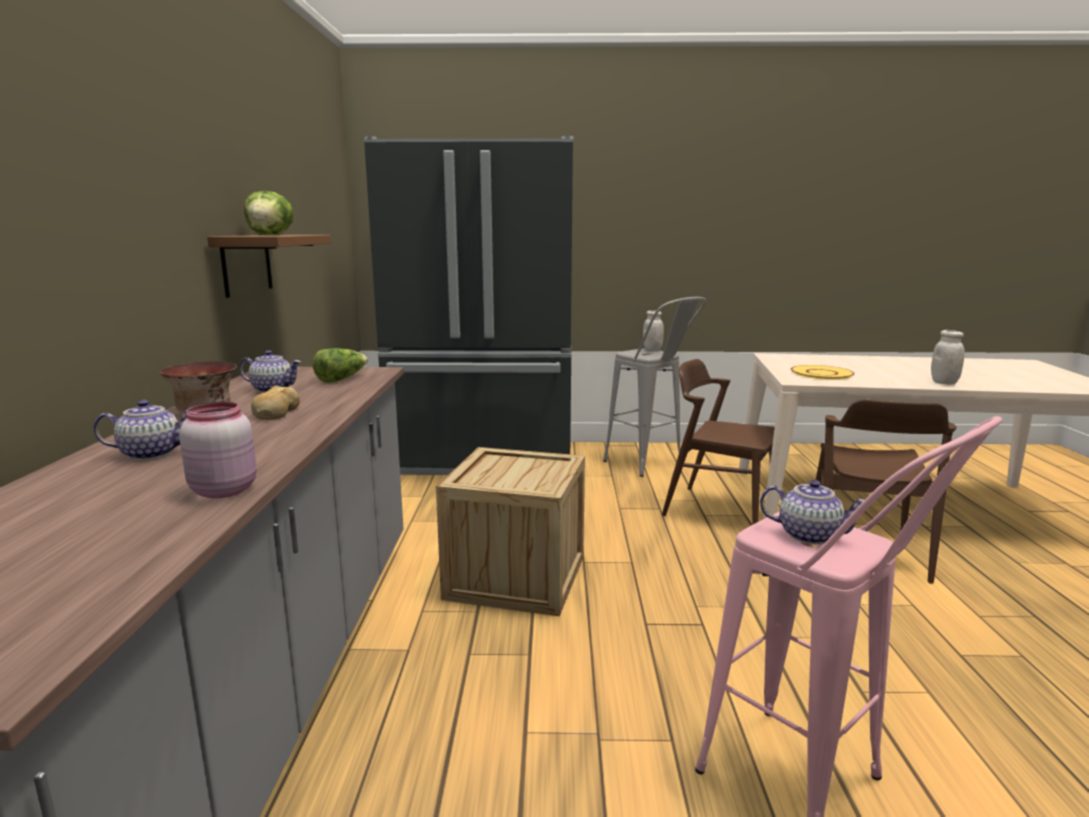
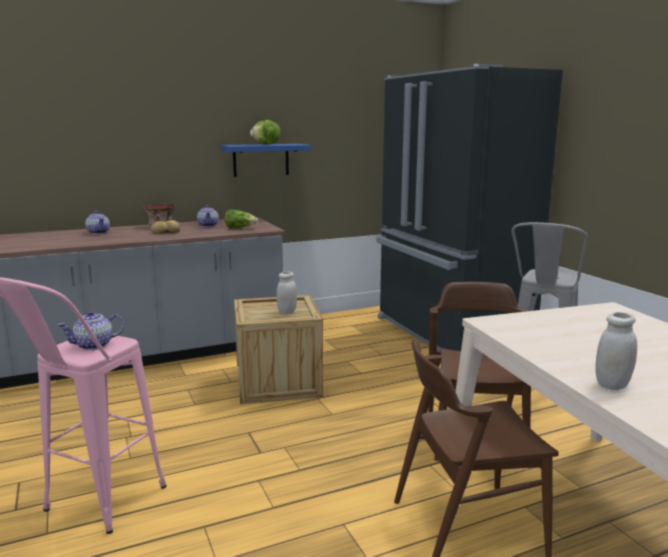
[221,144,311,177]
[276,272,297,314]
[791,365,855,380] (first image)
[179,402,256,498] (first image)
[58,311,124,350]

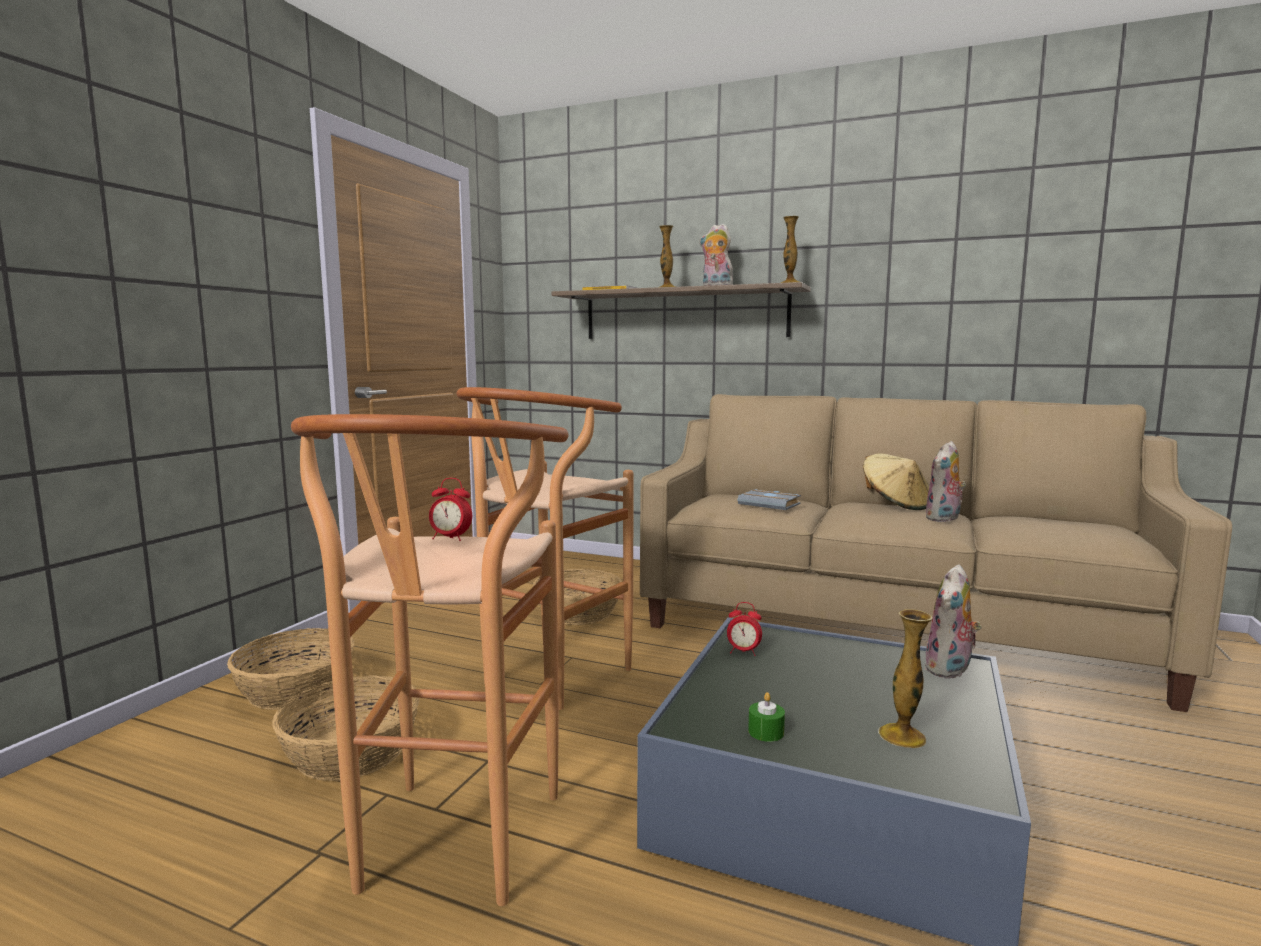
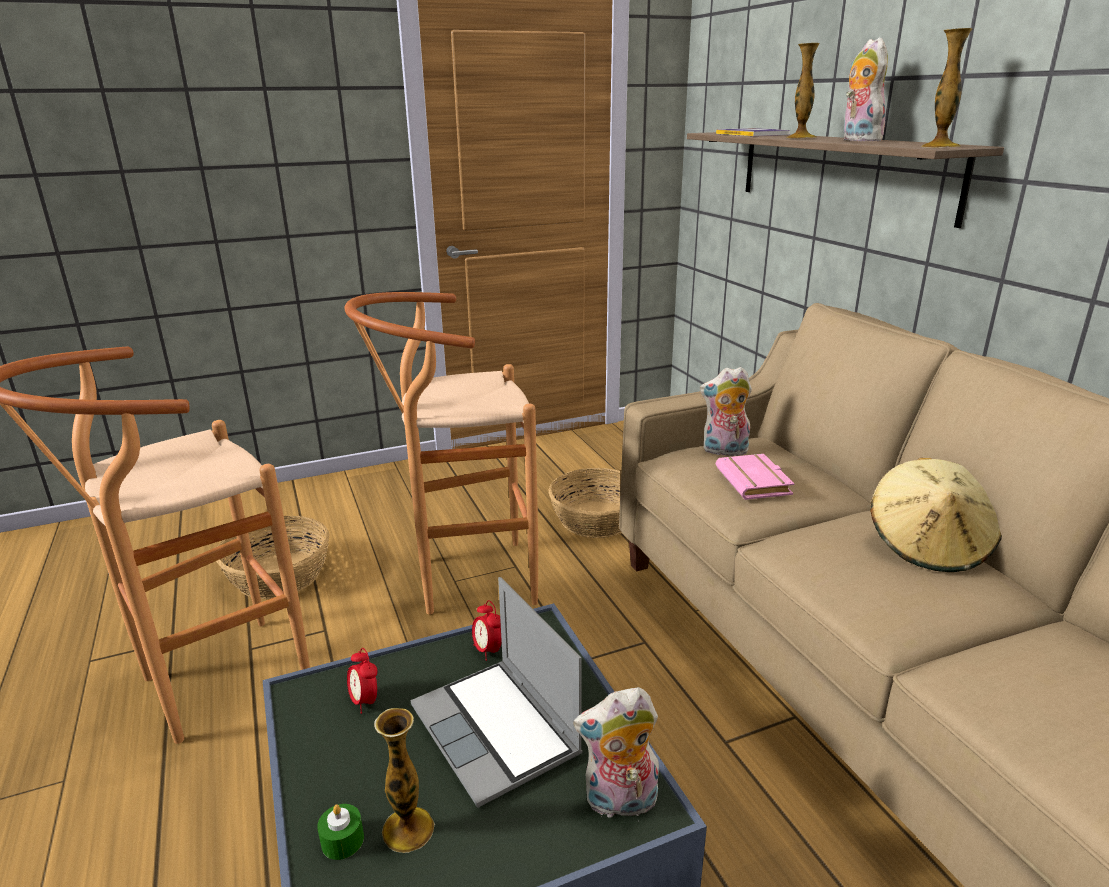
[700,367,752,456]
[347,648,378,714]
[716,454,794,500]
[227,628,355,710] (first image)
[317,804,364,860]
[411,577,582,808]

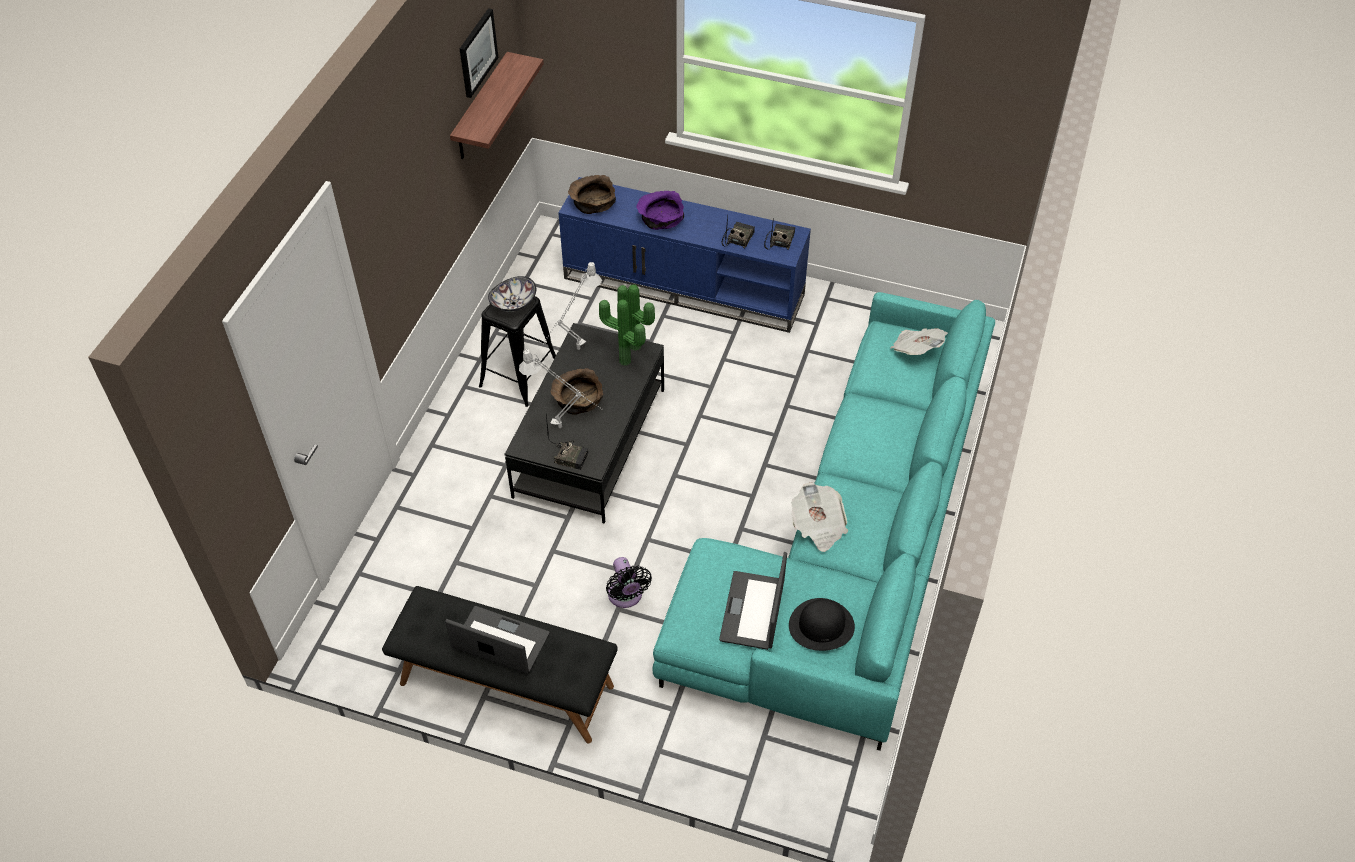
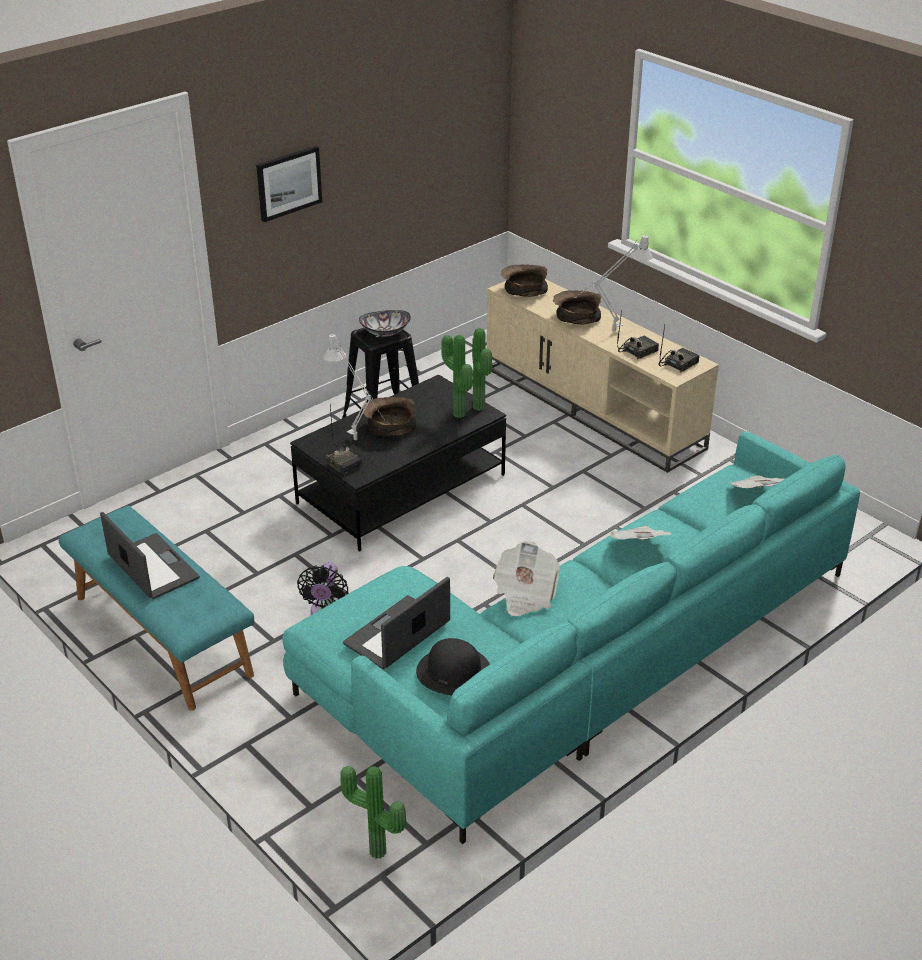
[256,146,322,222]
[450,52,544,159] (first image)
[487,279,719,473]
[553,290,601,324]
[575,235,653,331]
[58,506,254,711]
[610,526,671,540]
[340,766,406,859]

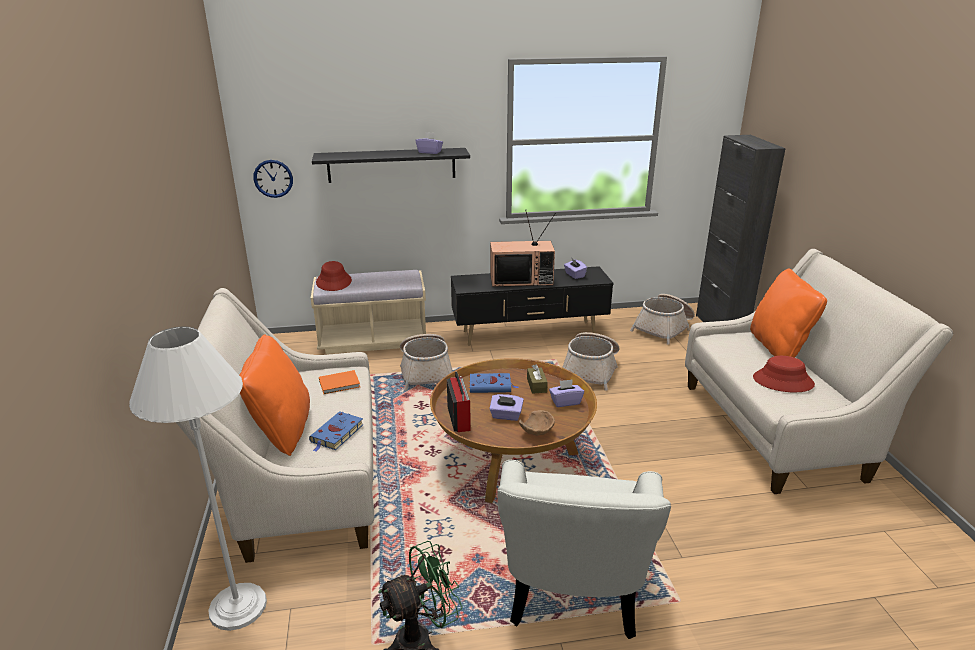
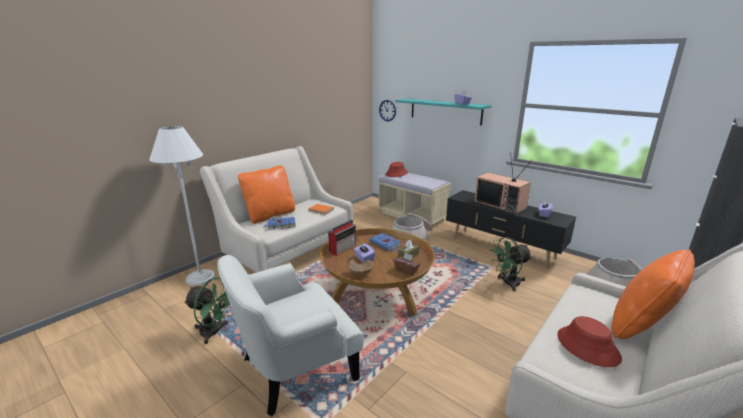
[395,99,491,125]
[490,237,532,291]
[394,253,420,275]

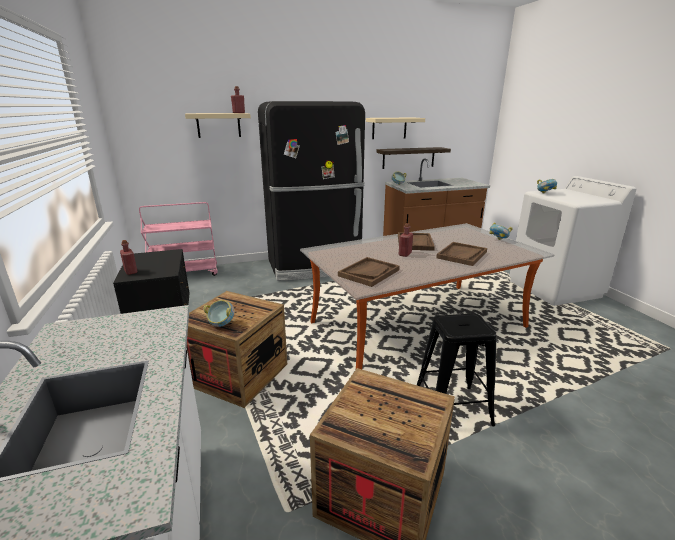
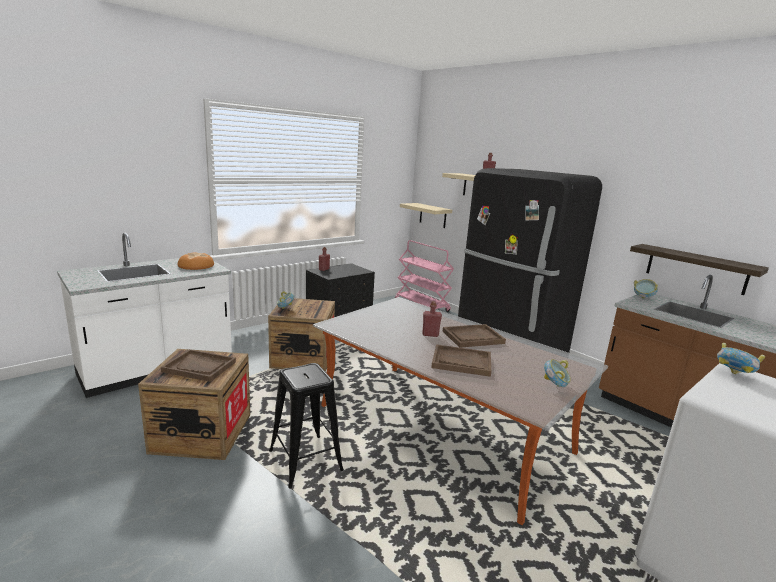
[400,203,452,228]
[161,349,236,382]
[177,253,214,270]

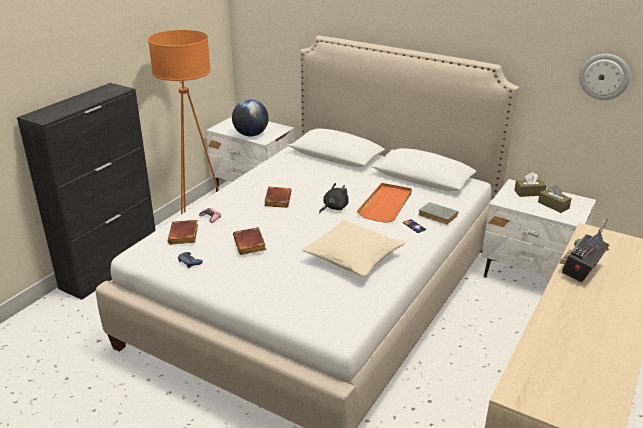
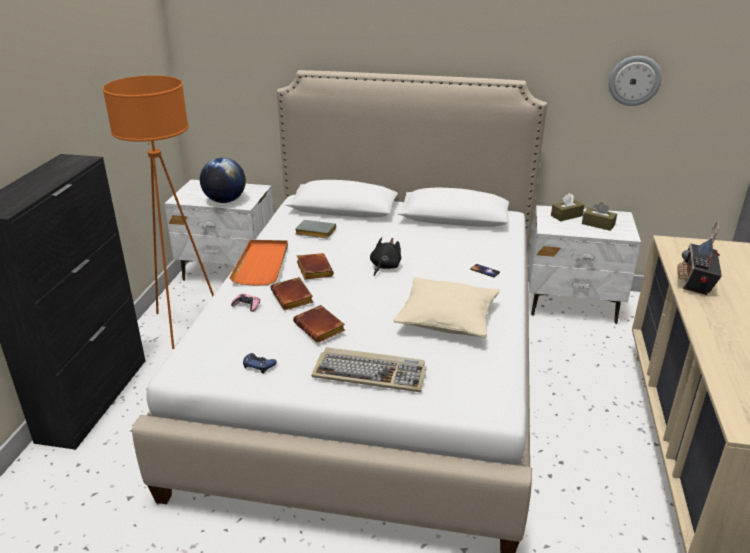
[229,240,288,285]
[295,220,336,239]
[270,277,313,310]
[311,347,426,392]

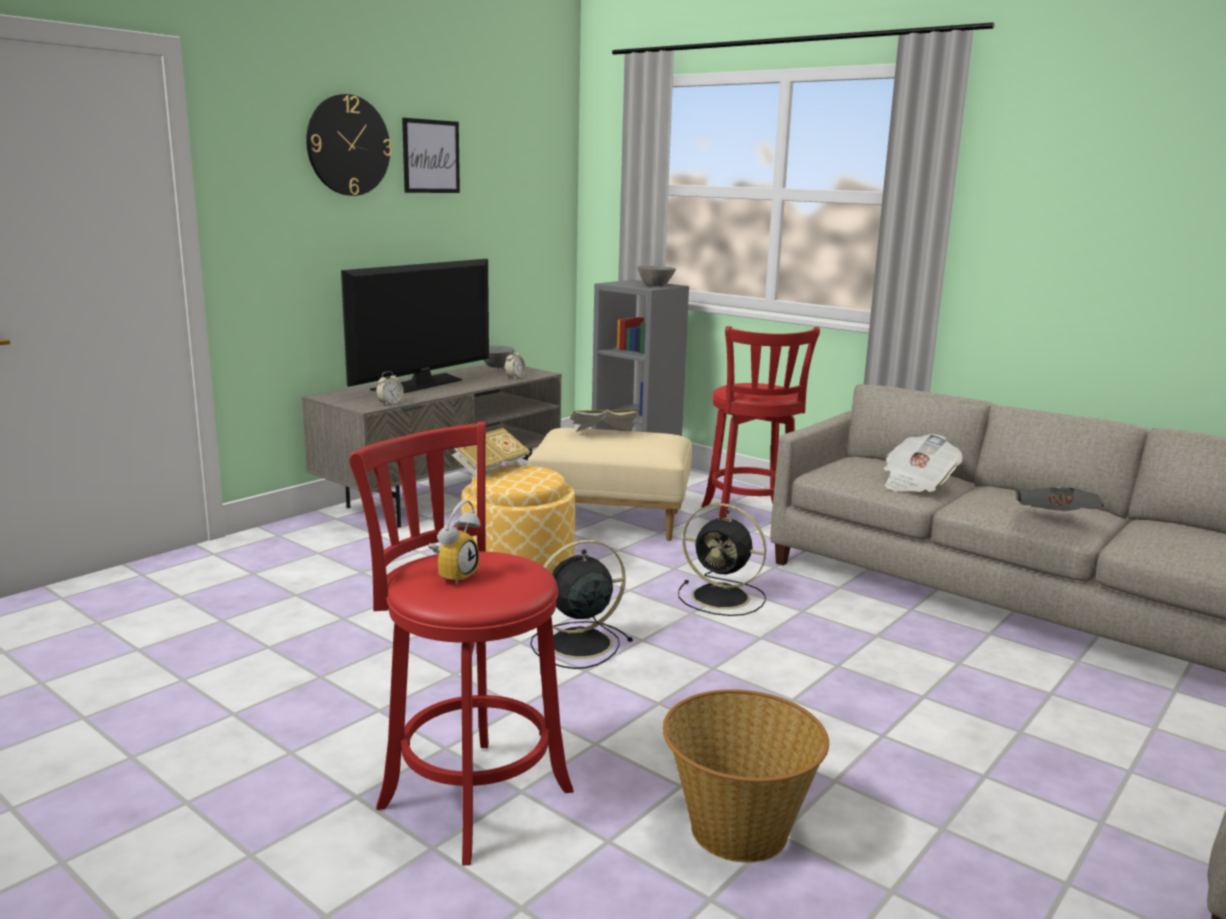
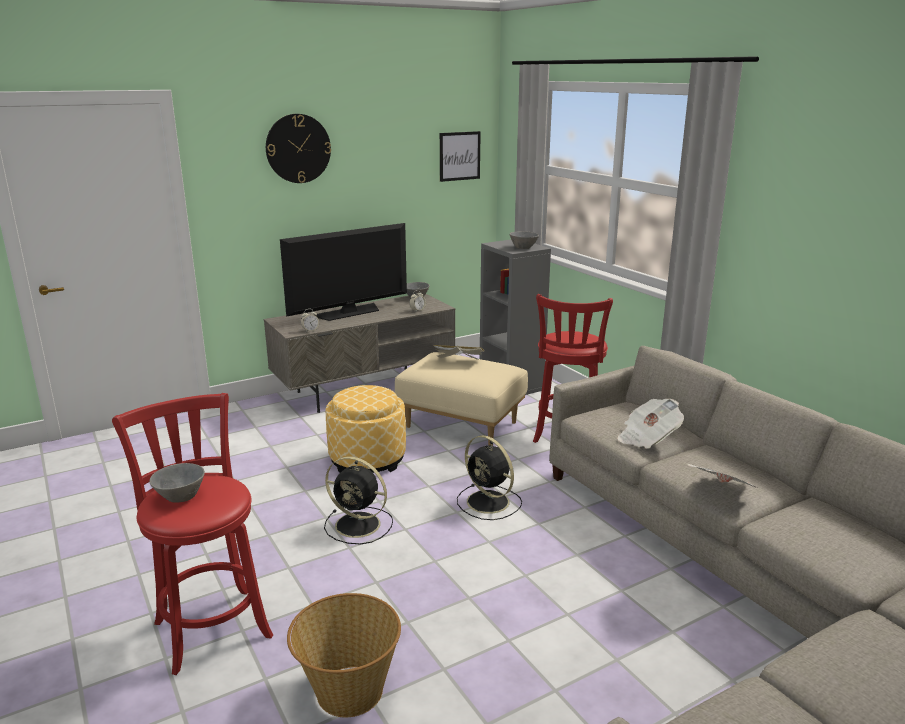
[440,131,481,182]
[452,428,531,478] (first image)
[149,463,205,503]
[324,457,393,544]

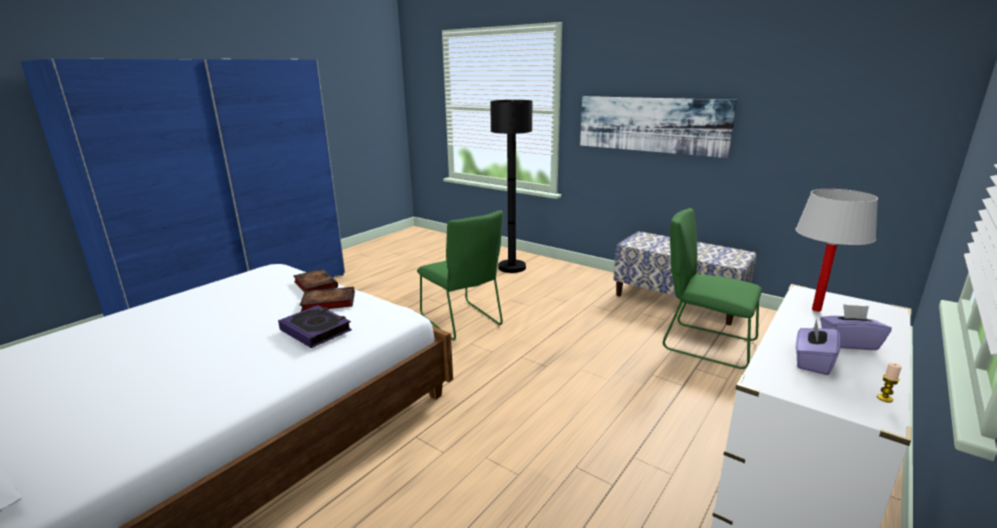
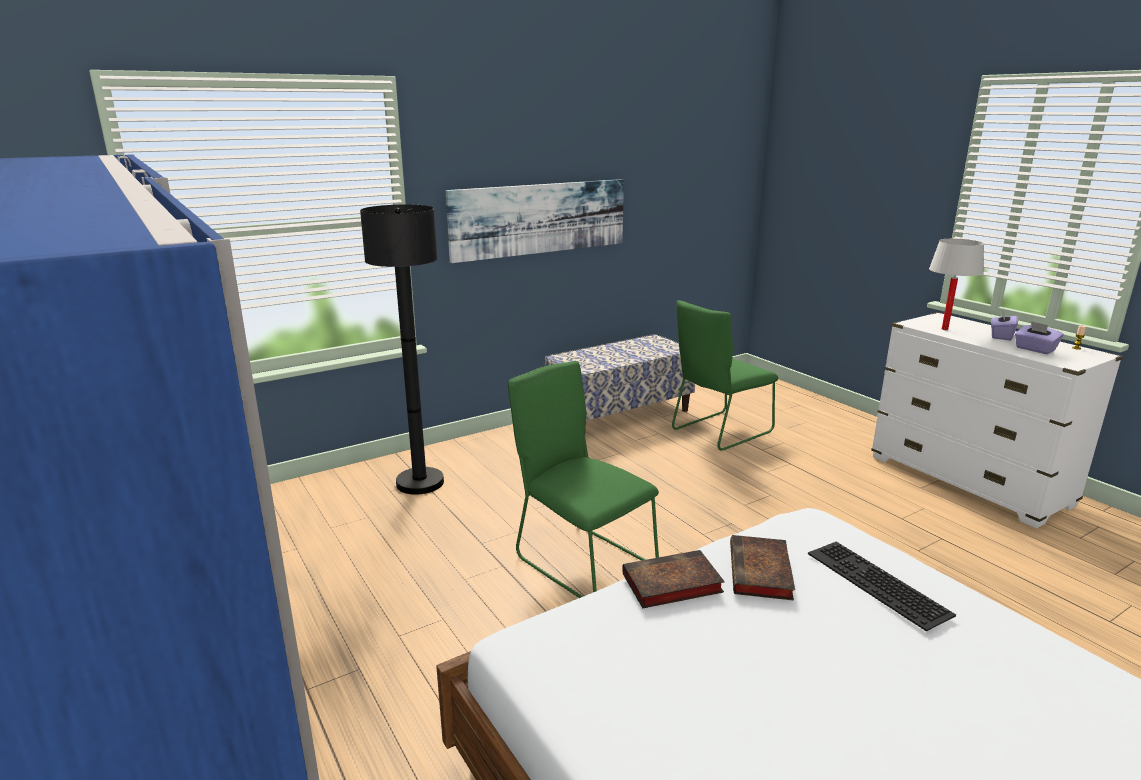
[508,361,659,598]
[808,542,956,631]

